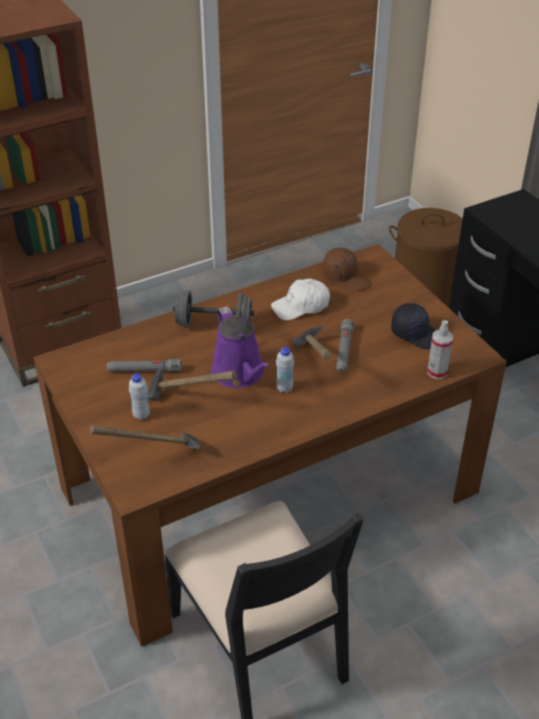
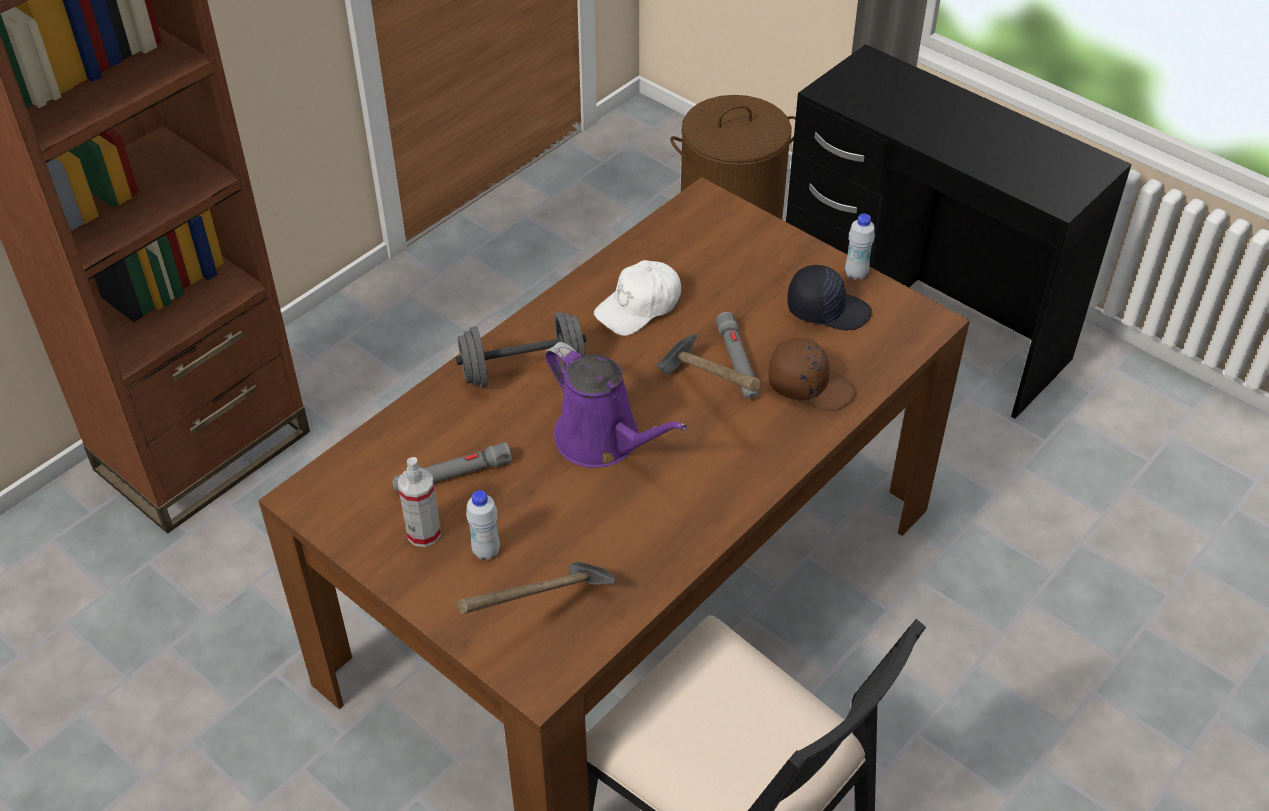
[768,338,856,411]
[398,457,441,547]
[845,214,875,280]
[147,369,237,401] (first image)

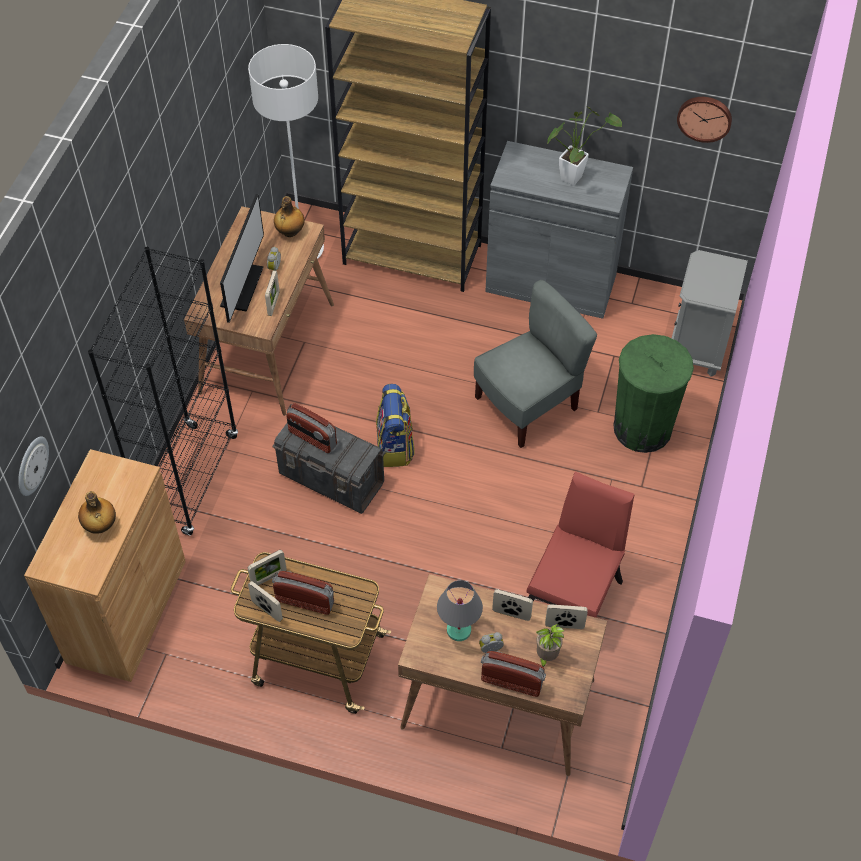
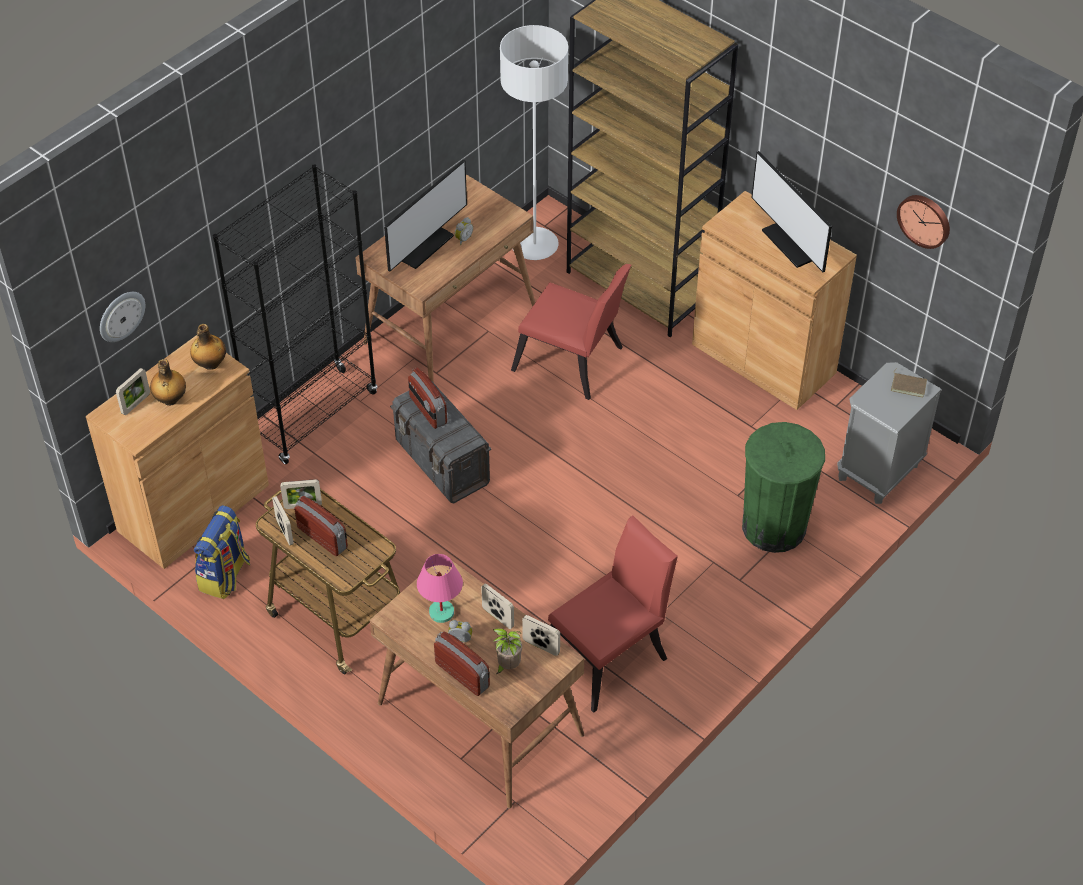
[751,151,832,272]
[692,191,857,410]
[190,324,226,370]
[116,368,150,415]
[474,280,597,448] (first image)
[194,505,250,599]
[417,554,463,623]
[511,264,631,400]
[891,368,927,398]

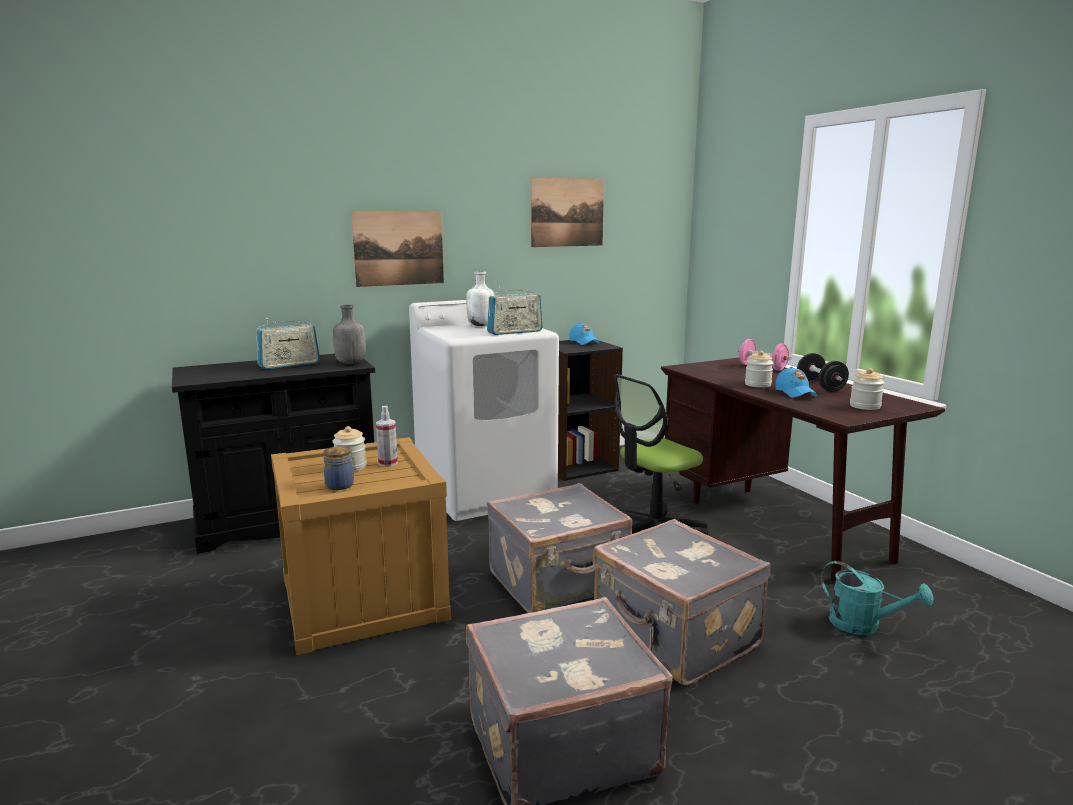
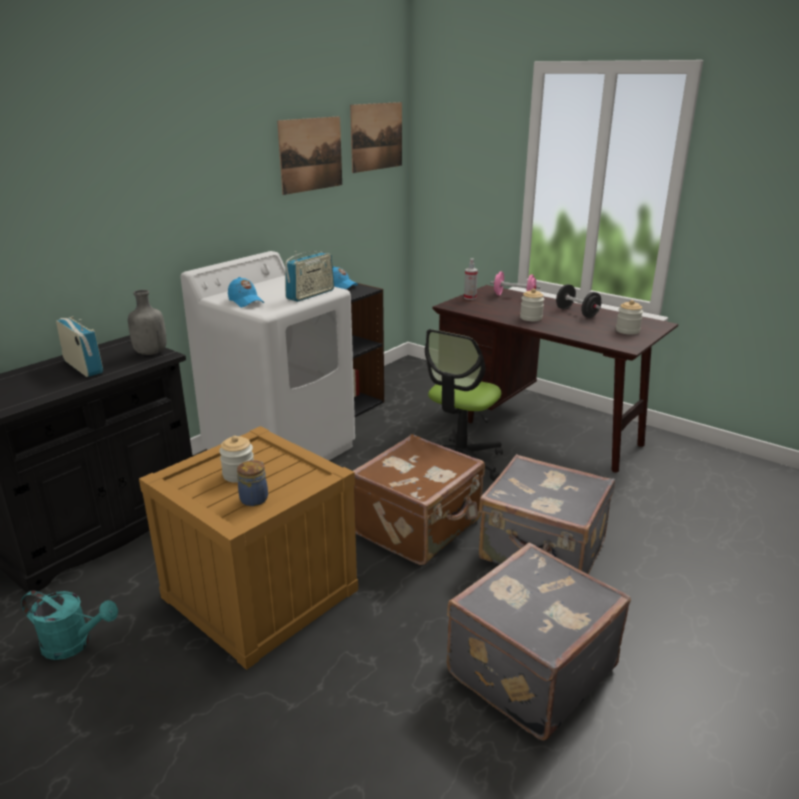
[350,102,402,173]
[466,271,494,326] (first image)
[56,317,103,377]
[228,277,264,307]
[464,258,478,300]
[353,434,485,565]
[21,591,118,660]

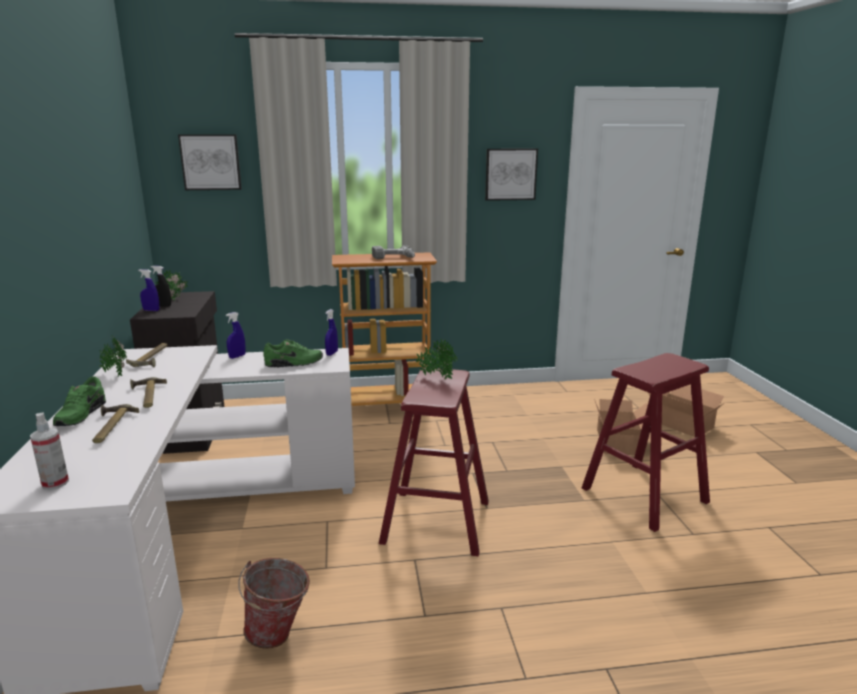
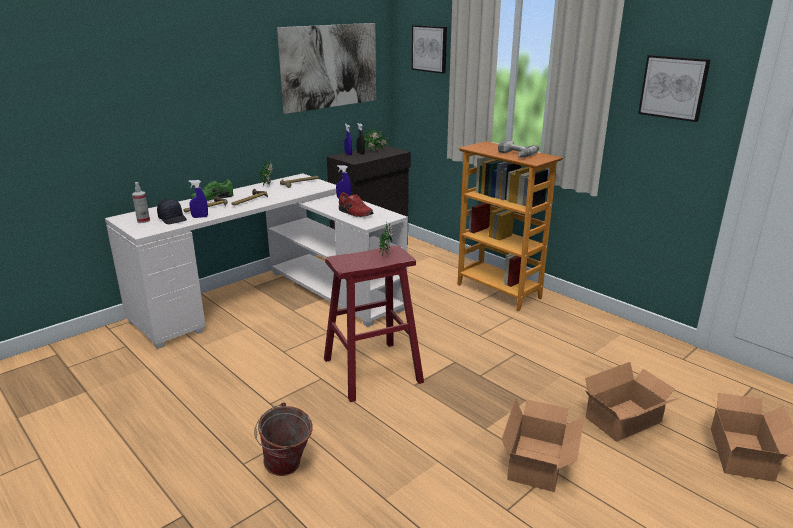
[188,180,208,218]
[339,192,373,217]
[502,398,584,492]
[254,402,313,476]
[277,23,376,114]
[157,199,187,224]

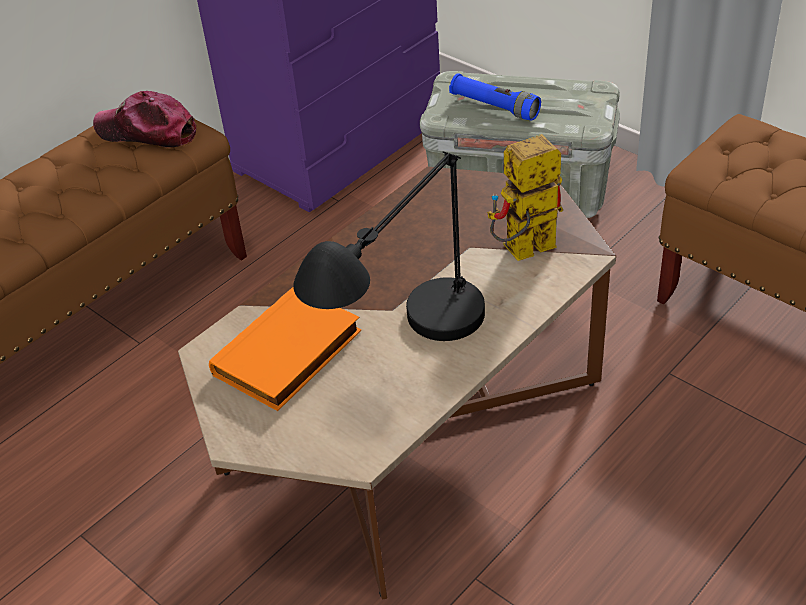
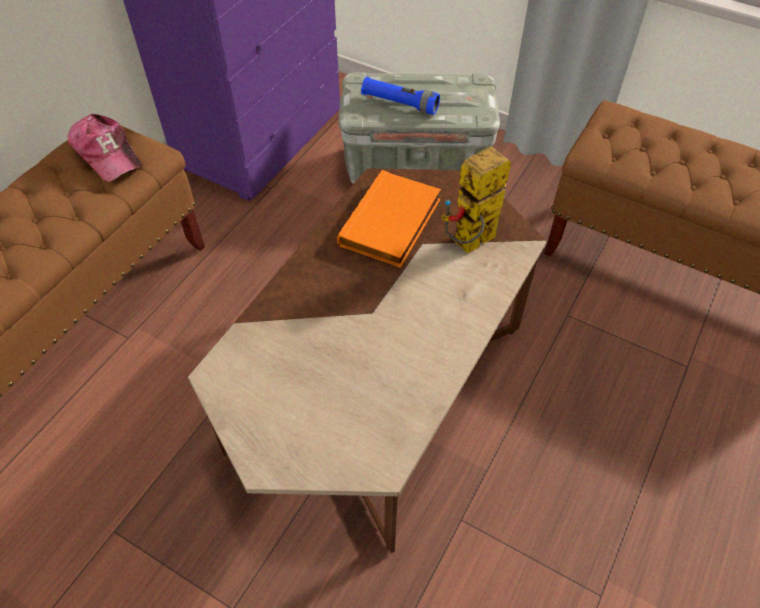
[67,114,142,182]
[293,152,485,341] (first image)
[337,170,441,268]

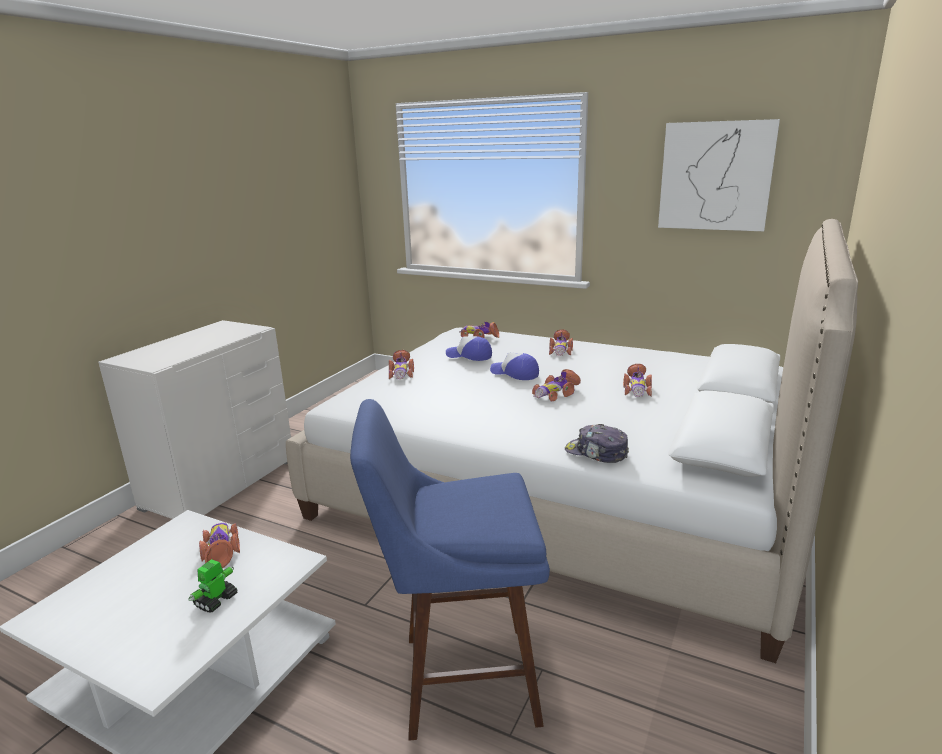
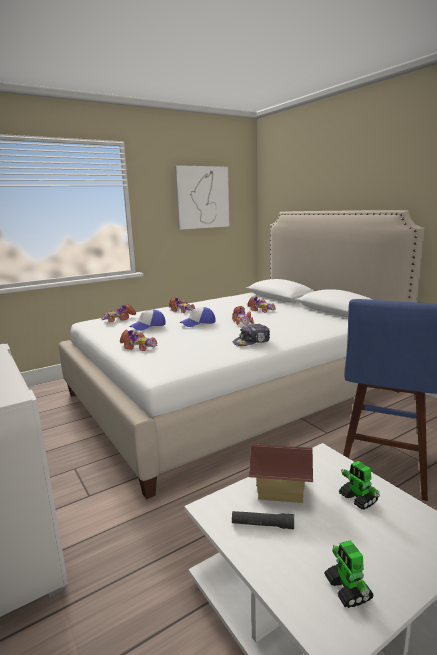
[233,324,270,346]
[249,444,313,503]
[232,511,294,529]
[324,540,374,608]

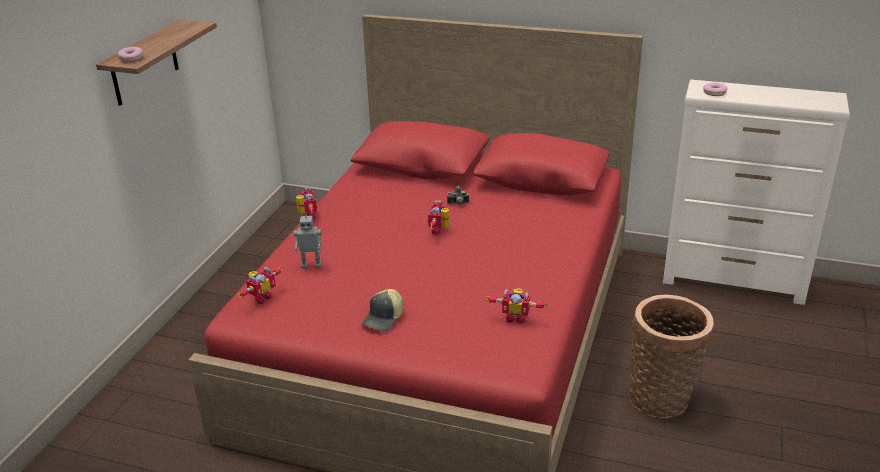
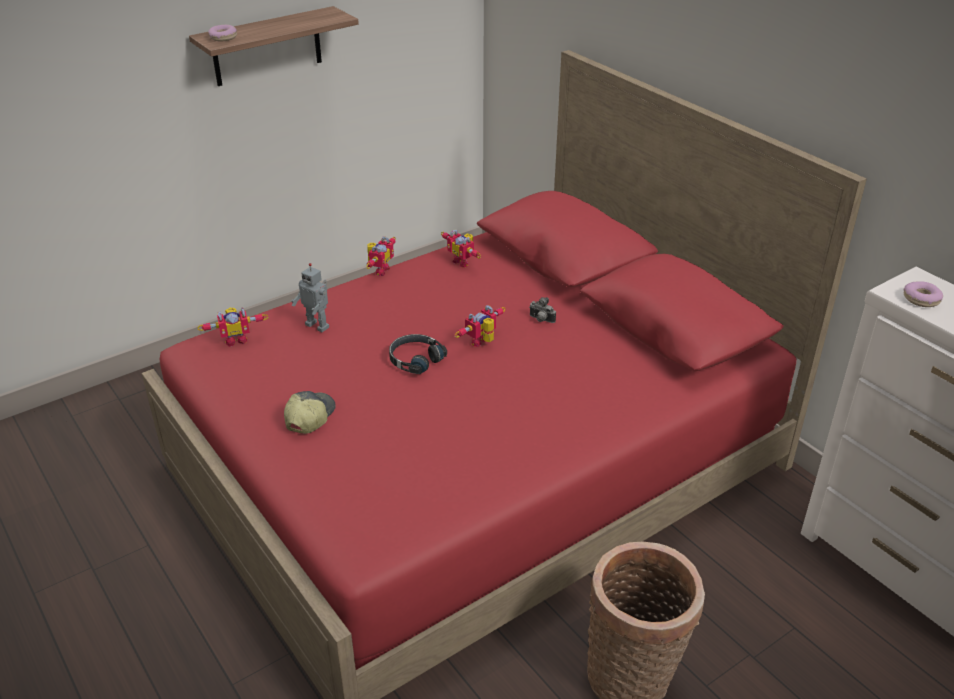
[441,229,481,268]
[284,391,336,434]
[389,334,447,374]

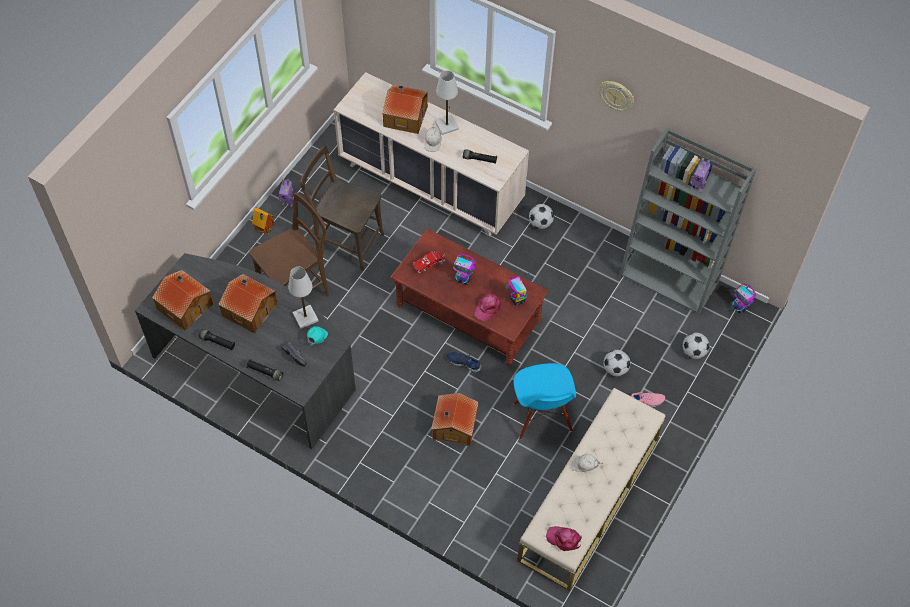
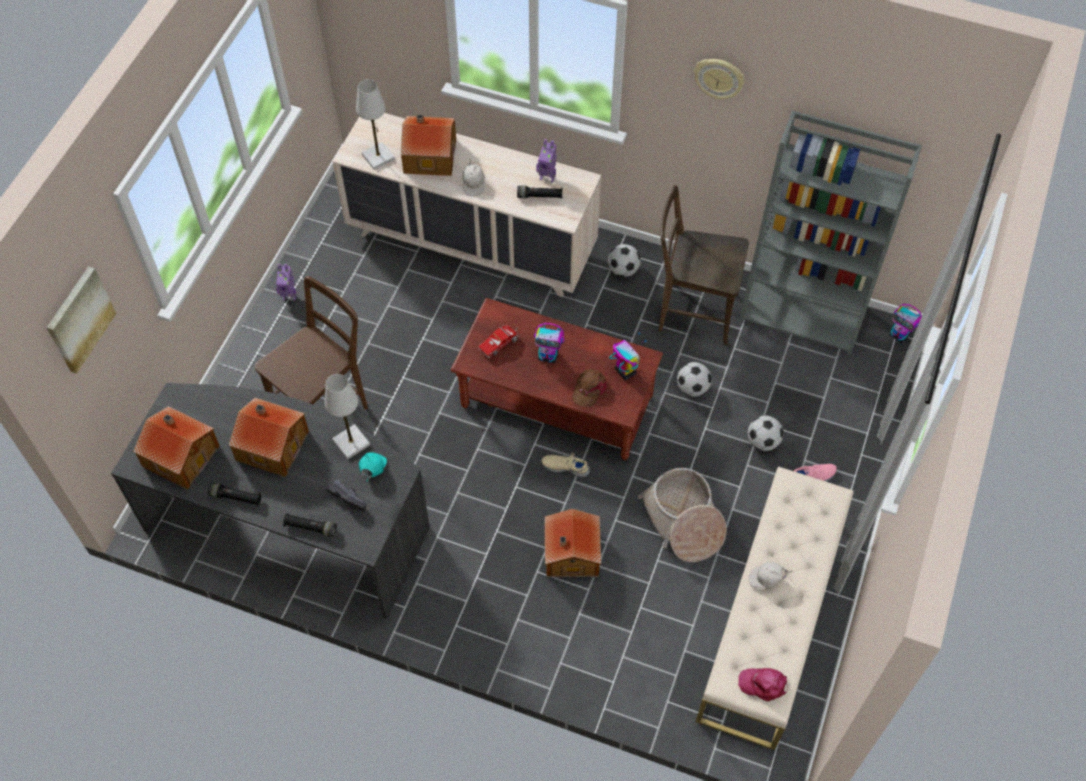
[356,79,395,170]
[658,185,749,345]
[536,139,557,183]
[252,208,274,235] (first image)
[572,369,606,407]
[677,362,712,397]
[541,453,590,477]
[638,468,727,562]
[47,266,116,374]

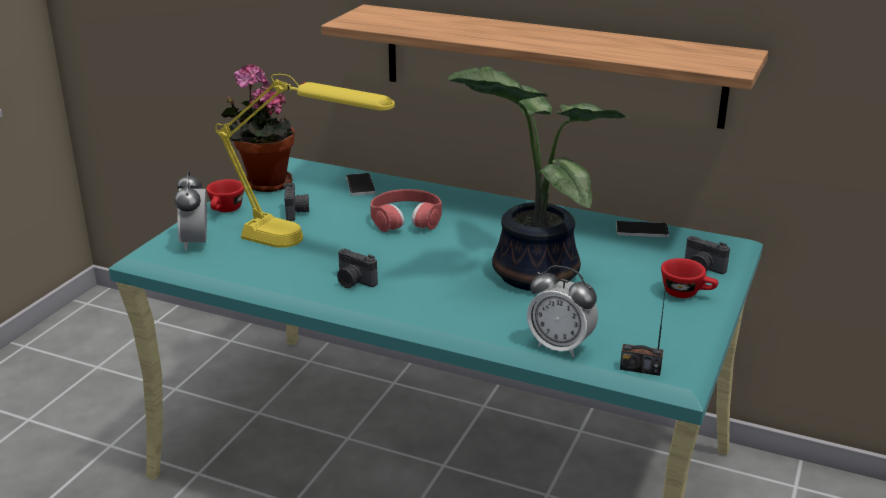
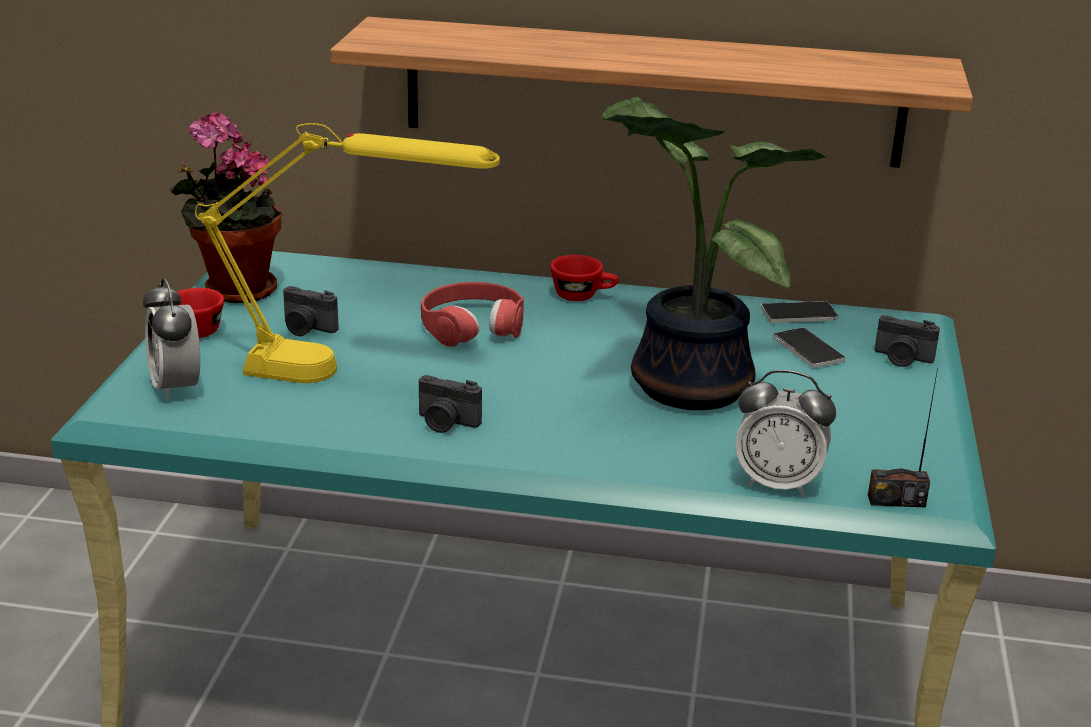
[773,328,845,368]
[283,286,339,336]
[550,255,619,301]

